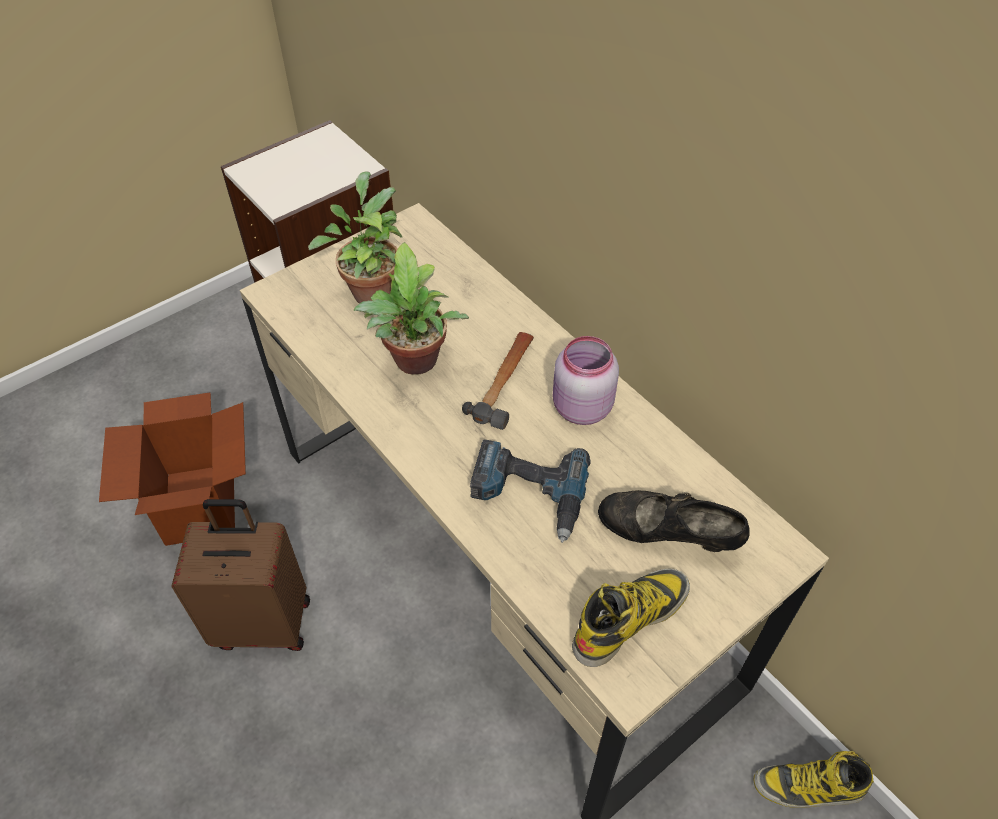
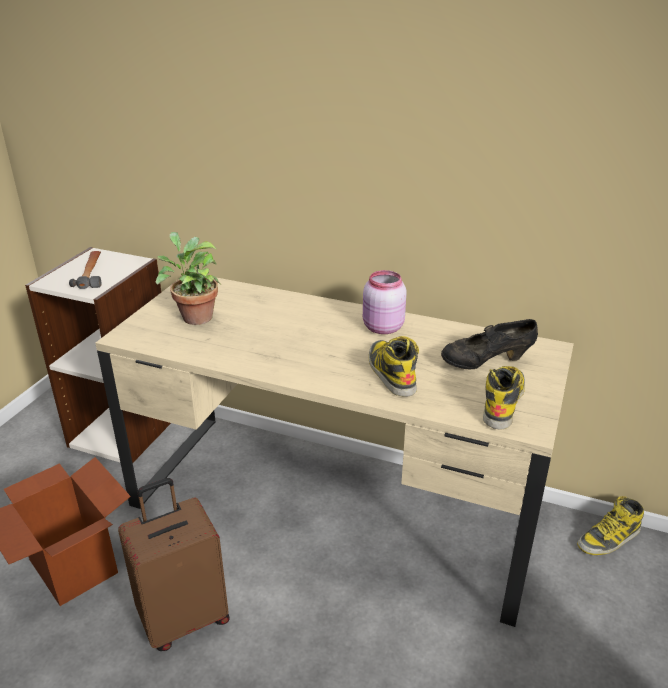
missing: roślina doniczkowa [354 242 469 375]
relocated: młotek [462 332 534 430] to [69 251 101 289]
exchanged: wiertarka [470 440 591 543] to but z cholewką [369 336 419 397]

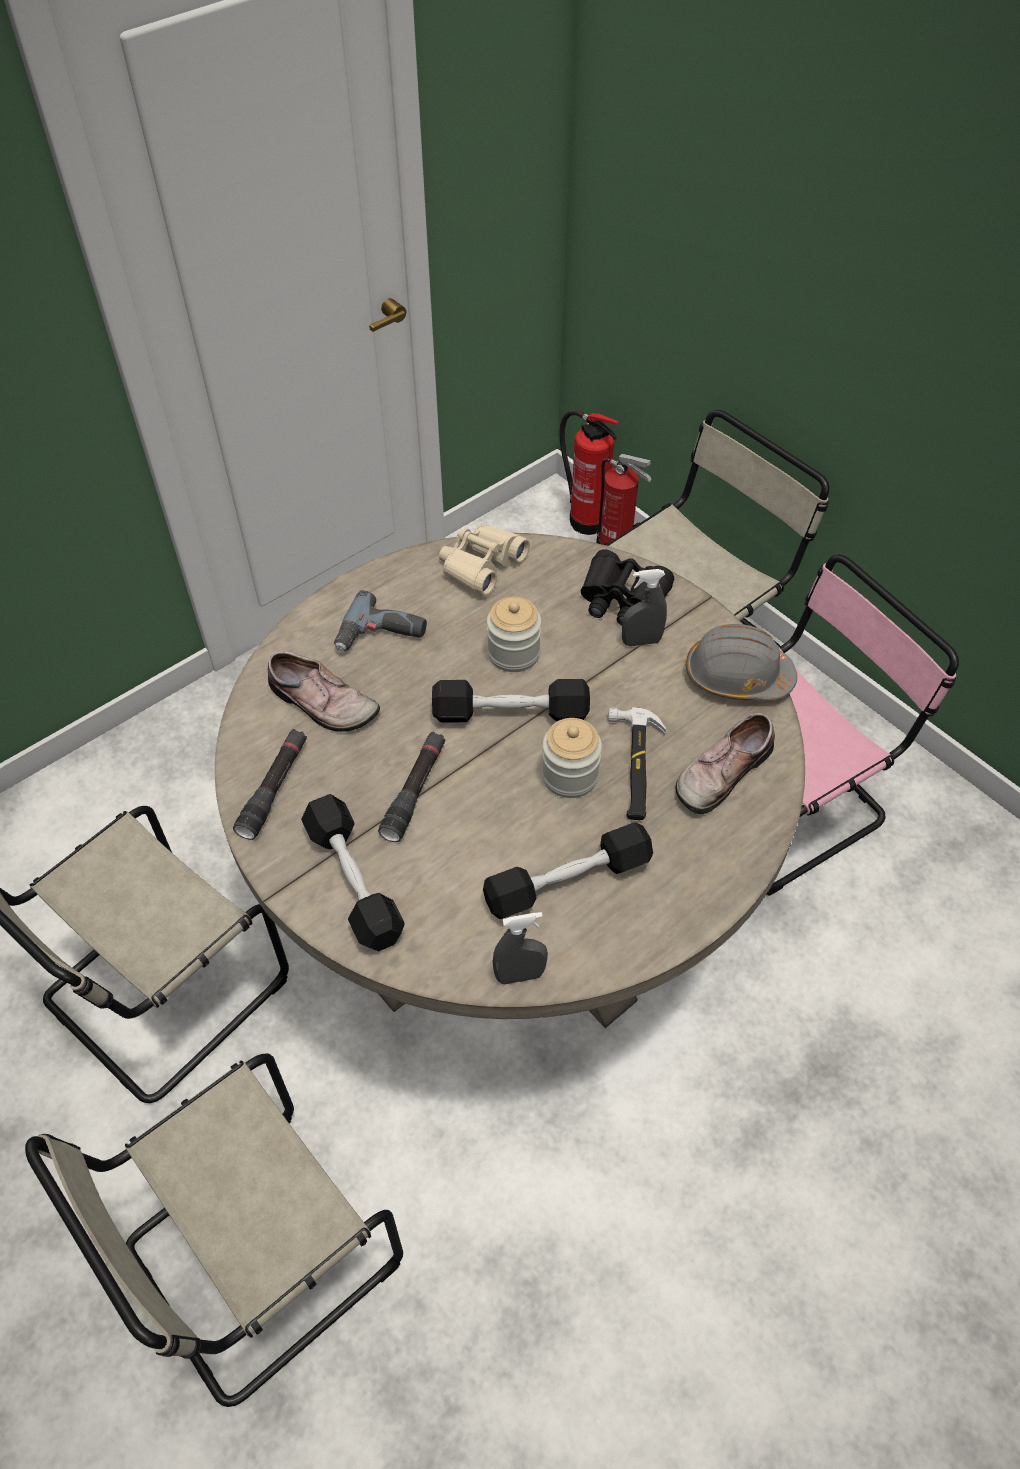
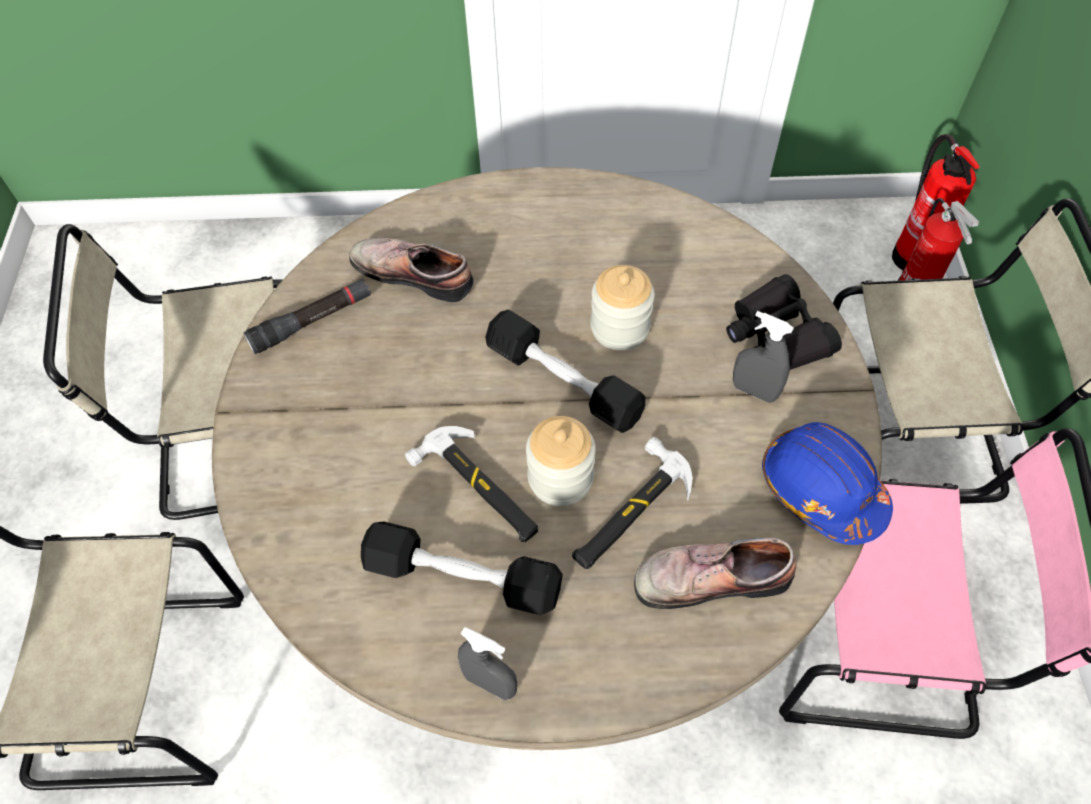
missing: lornetka/beżowy [439 525 530 596]; wiertarka [334 590 427 652]; latarka/czarny [378 732 445 842]; hantel/czarny [301 794 405 951]
appeared: młotek [405 426 538 542]
relocated: spryskiwacz/szary [493 912 548 984] to [458 627 517 700]
colour: kask/szary [686 624 797 700] to kask/niebieski [762 422 893 545]
spun: but [268 651 380 732] = [350 238 473 302] 135 degrees clockwise

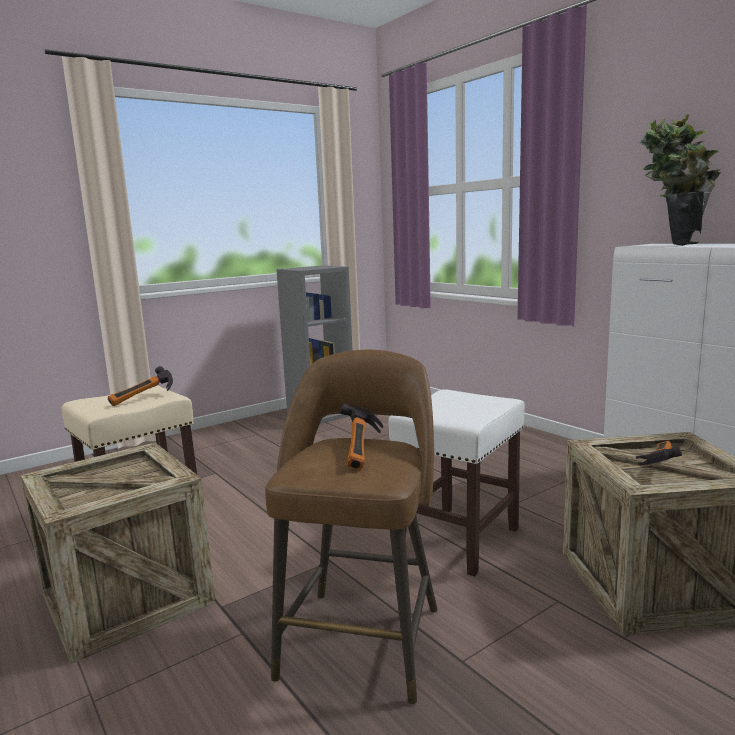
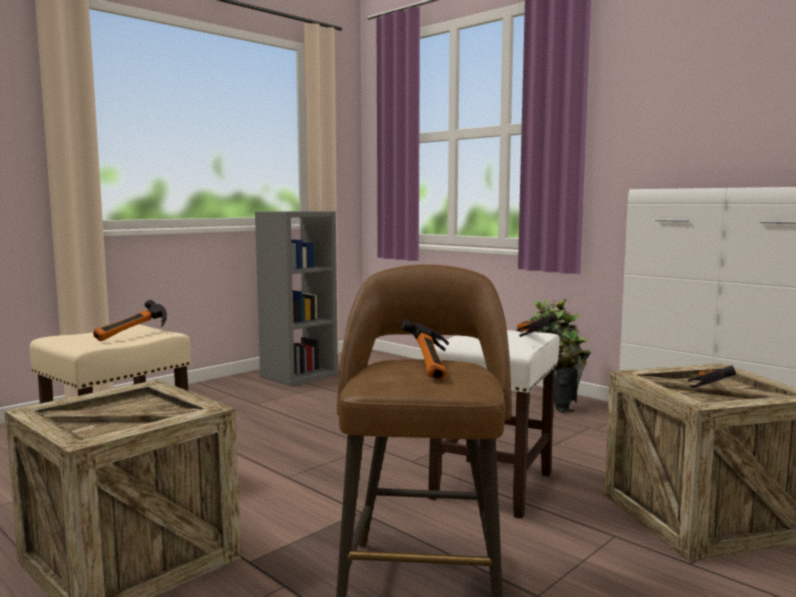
appeared: młotek [516 312 558 337]
relocated: roślina doniczkowa [639 114 721 246] to [528 299 591 413]

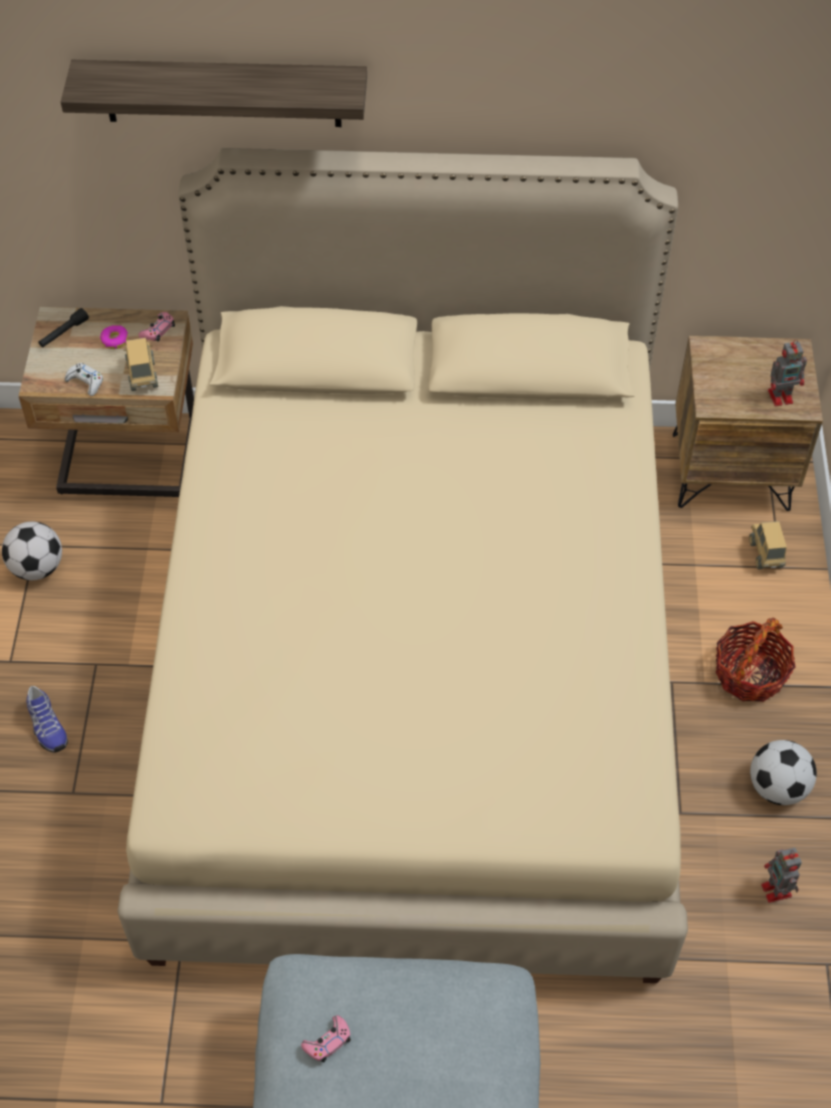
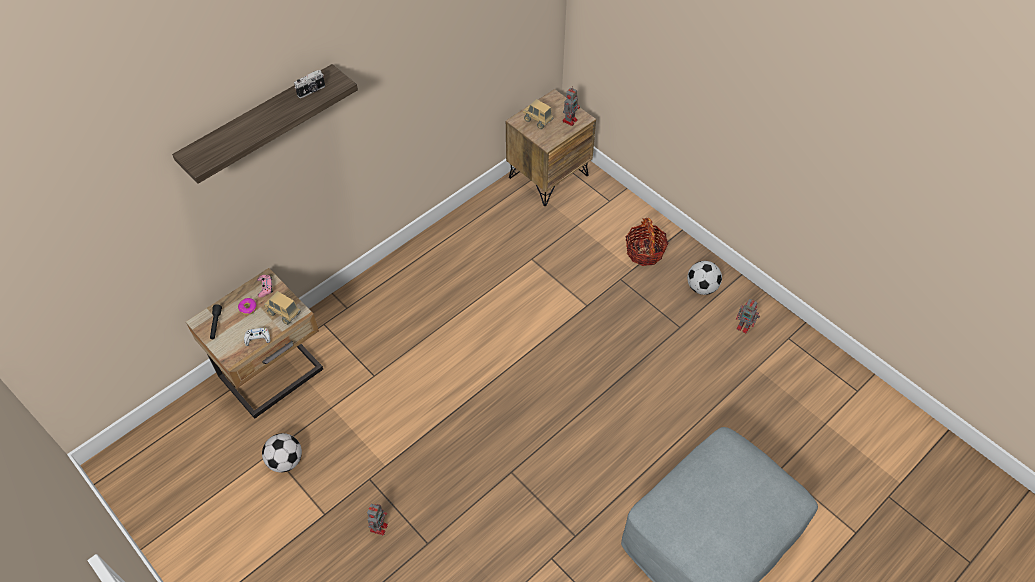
missing: łóżko/beżowy [117 148 688 983]; pad do gier/różowy [301 1015 351 1063]
appeared: aparat fotograficzny [294 70 325 98]
relocated: ciężarówka zabawkowa [749 521 787 569] to [523 99 553 129]
exchanged: but [26 686 68 753] to robot zabawkowy [367 504 388 536]

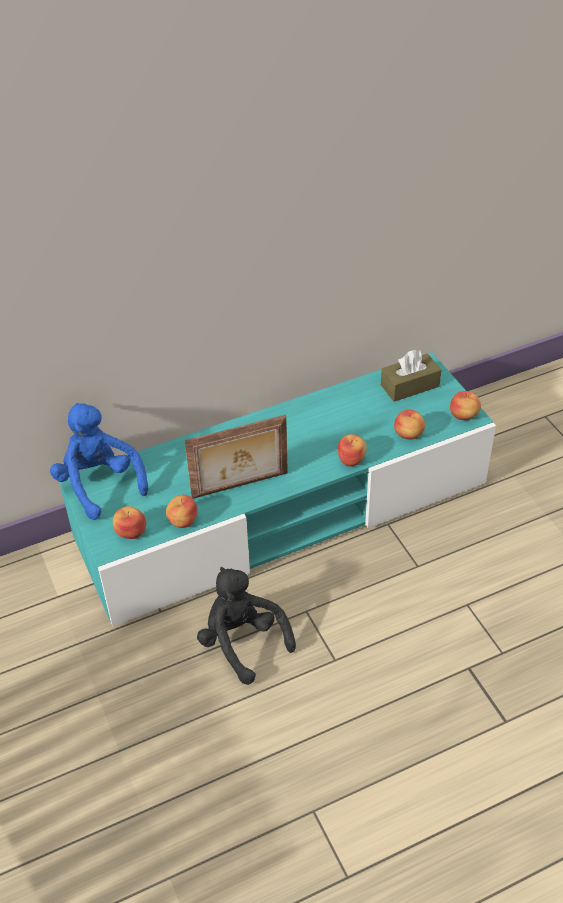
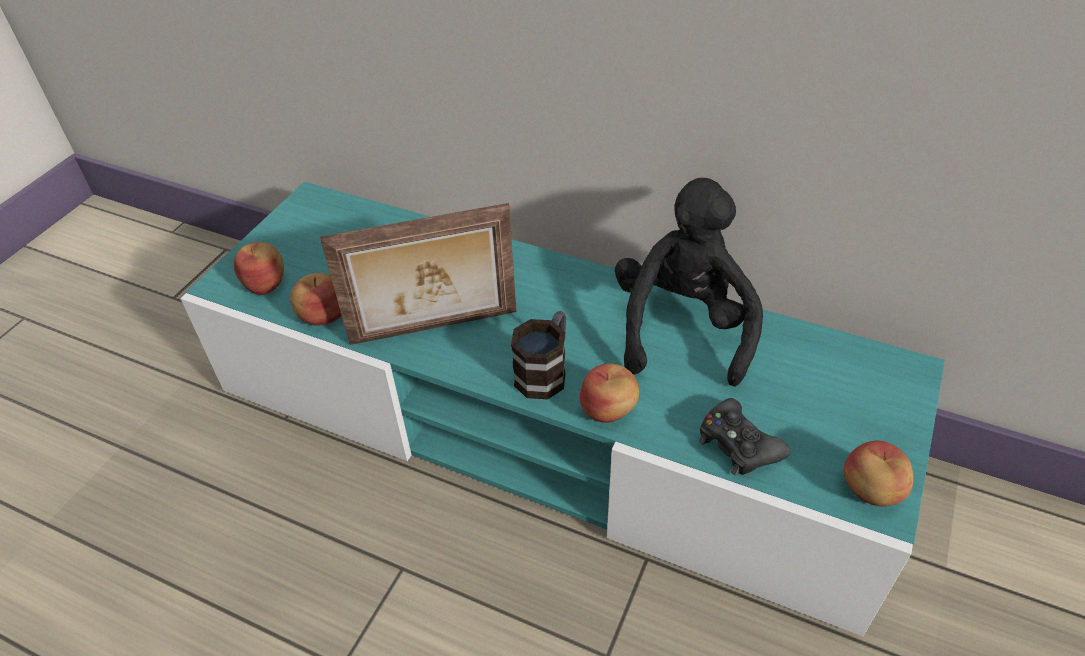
missing: pudełko chusteczek/brązowy [381 350 441 402]; pluszak/niebieski [50 403 148 520]
appeared: kubek [511 311 566 399]
relocated: pluszak/czarny [197 567 296 685] to [615 178 763 387]
exchanged: jabłko [394 410 425 439] to pad do gier/czarny [699 398 791 476]
spun: ramka na zdjęcie [185 415 288 499] = [320 203 517 345] 45 degrees counterclockwise

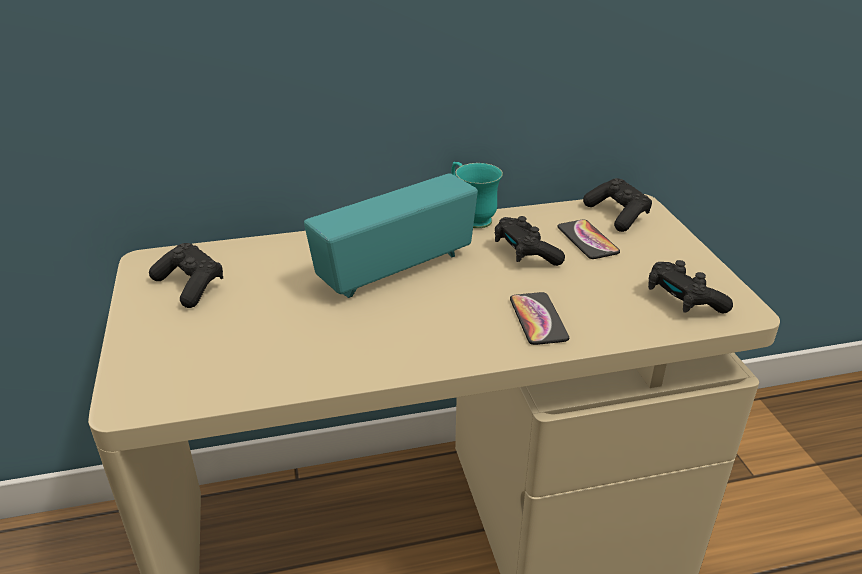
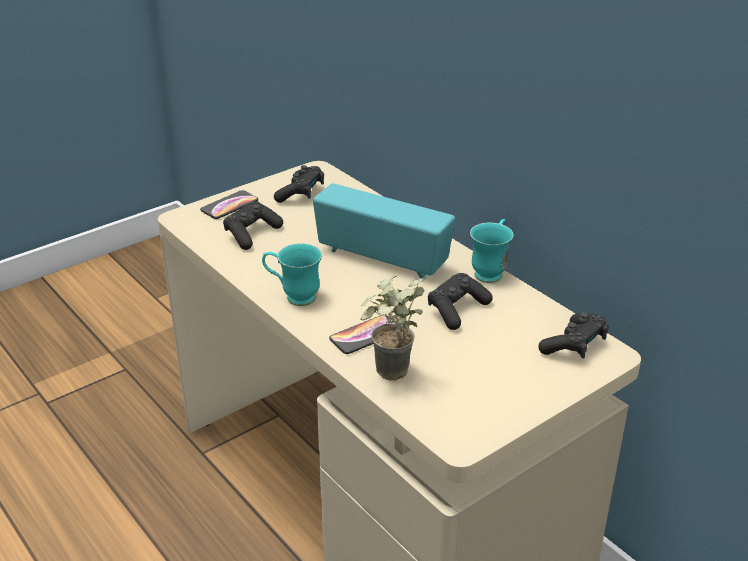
appeared: kubek/turkusowy [262 243 322 306]; roślina doniczkowa [360 276 429 381]
relocated: telefon [557 219 620 259] to [200 190 258 219]; pad do gier/czarny [648 260 733 313] to [223 202 283 250]

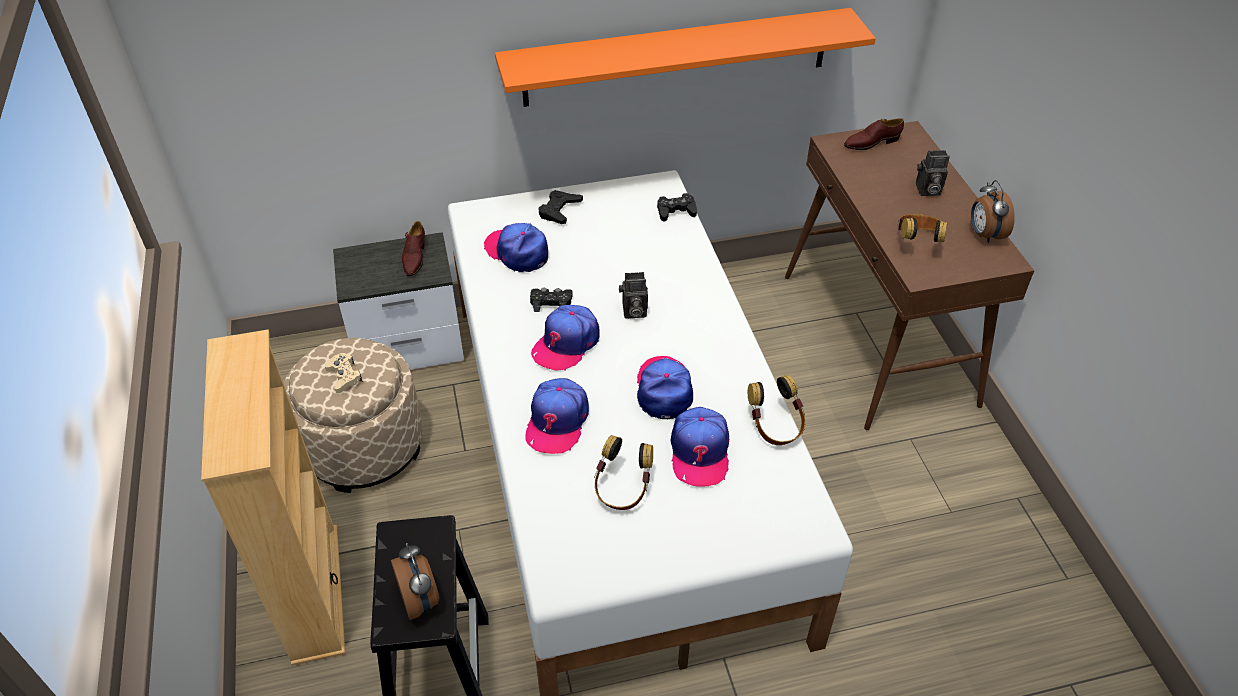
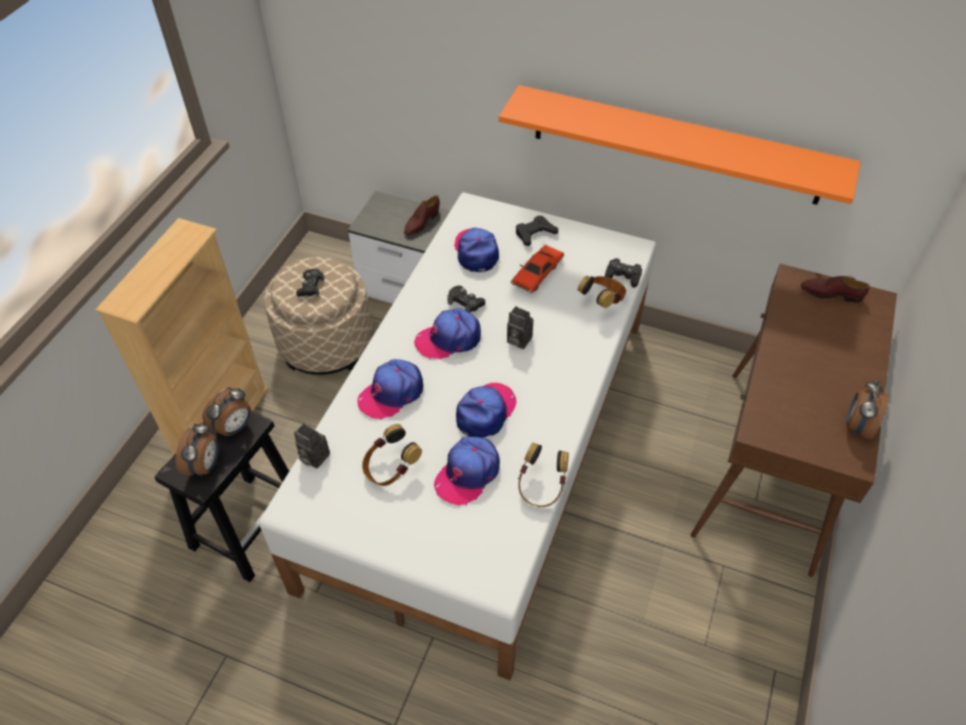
appeared: samochodzik/czerwony [511 245 564 293]; budzik [202 388 251 436]
relocated: aparat fotograficzny [916 150 950 196] to [294 424 330 469]; słuchawki [898 214 947 242] to [578 276 626 308]
colour: pad do gier/beżowy [325 353 363 393] to pad do gier/czarny [296 269 324 297]

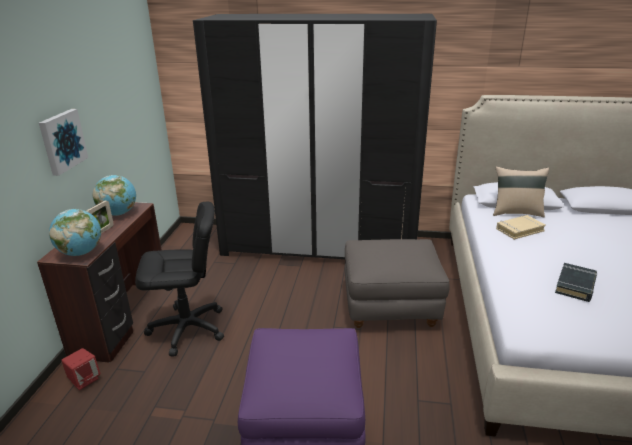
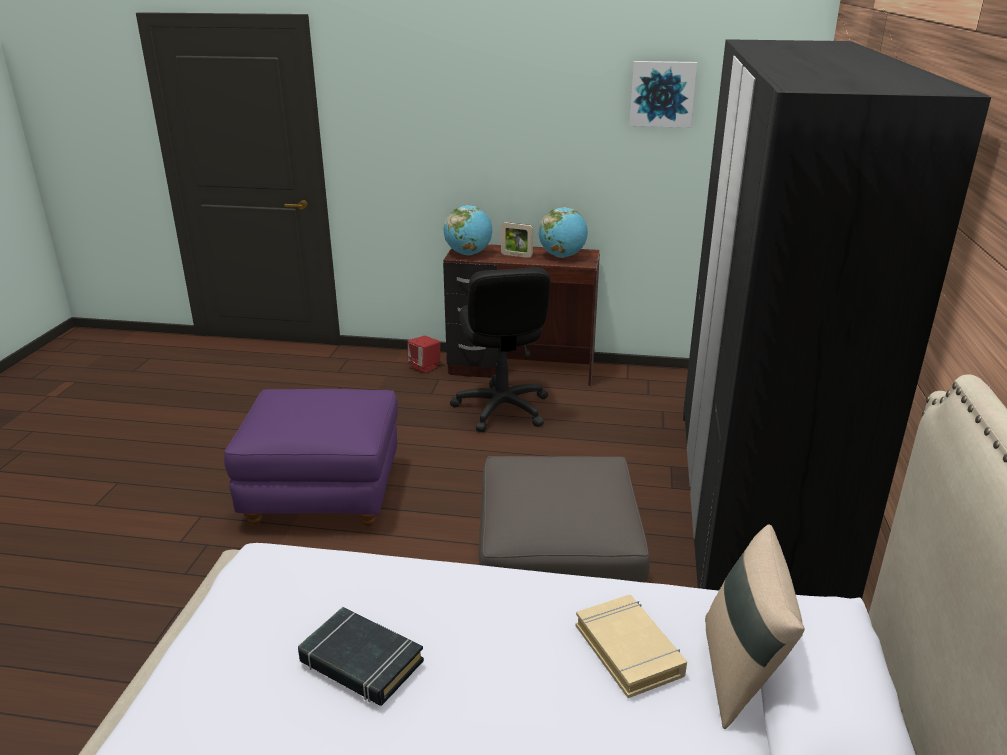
relocated: obraz [39 109 88 176] to [629 61 697 128]

